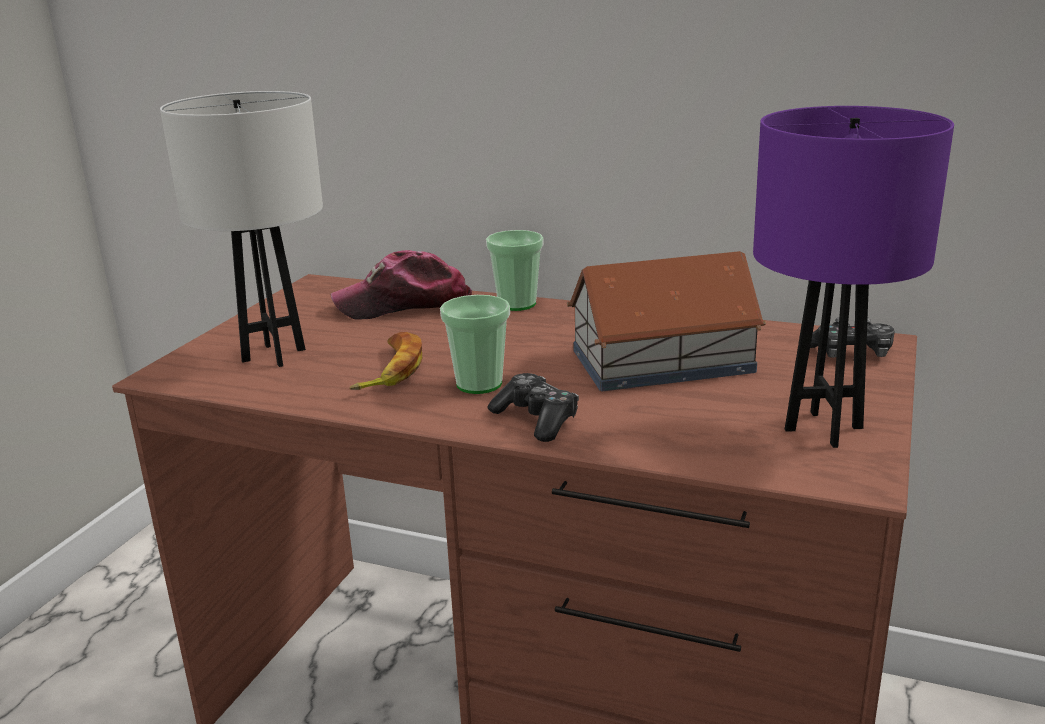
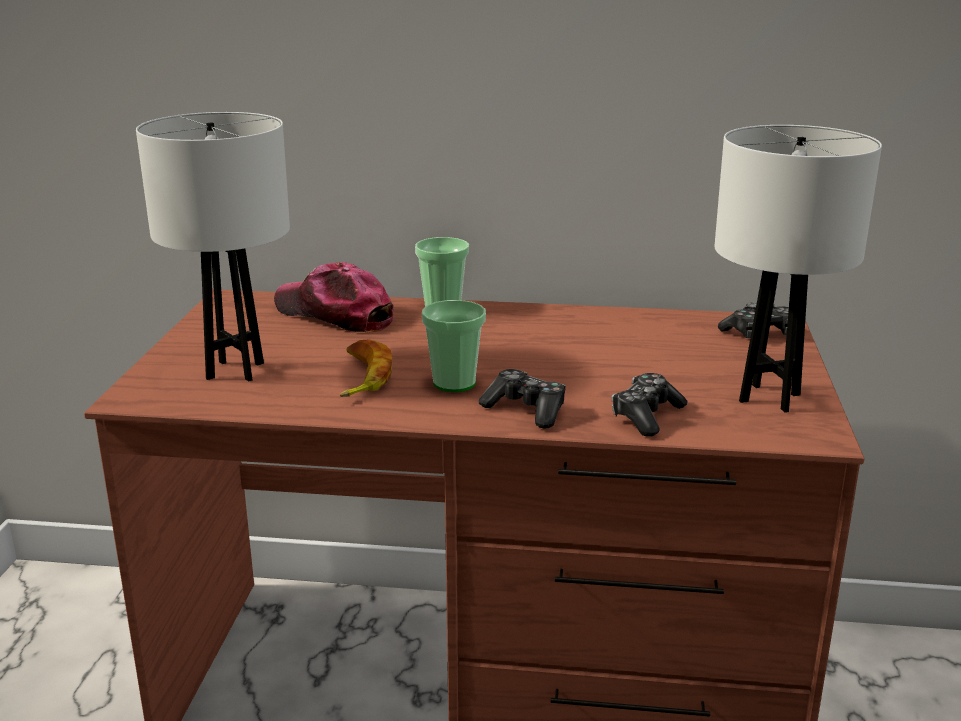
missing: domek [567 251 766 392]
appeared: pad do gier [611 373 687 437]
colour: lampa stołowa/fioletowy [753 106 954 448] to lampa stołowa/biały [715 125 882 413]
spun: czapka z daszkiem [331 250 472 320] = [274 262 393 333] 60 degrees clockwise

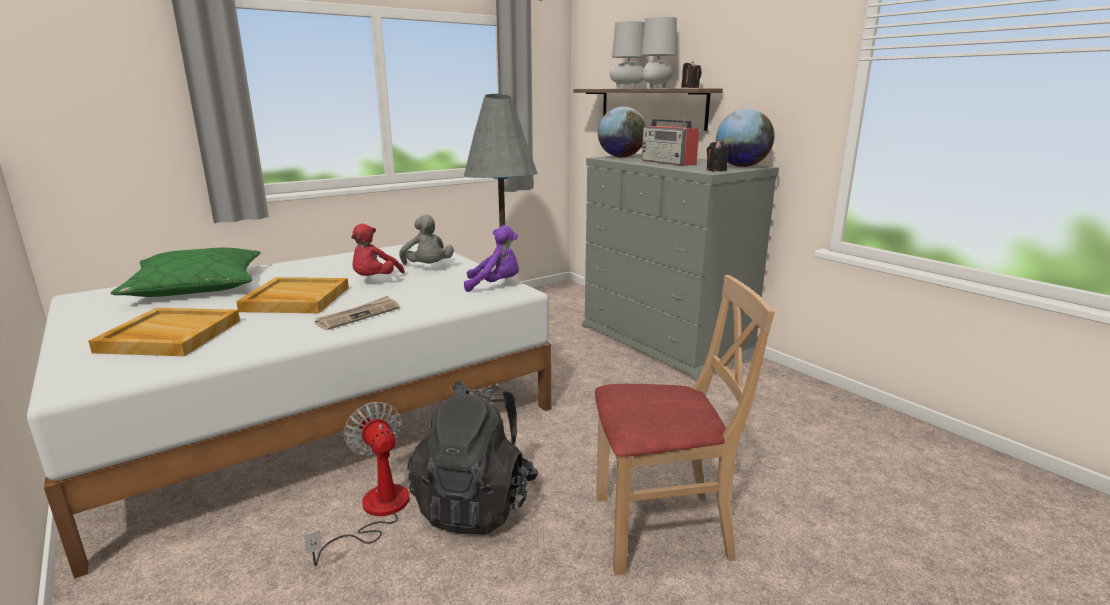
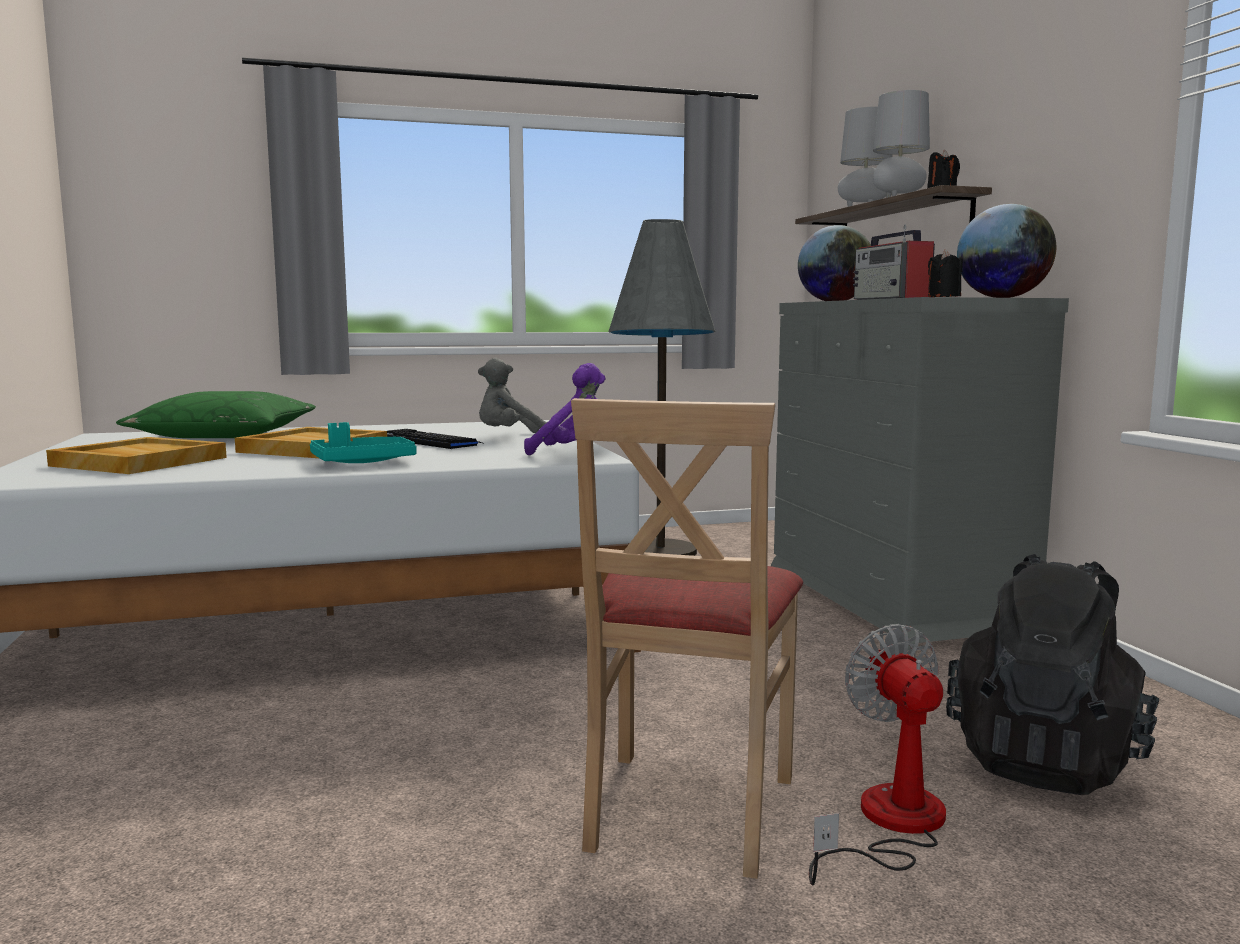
relocated: plecak/czarny [407 381 538 534] to [946 554 1159 795]; wentylator [304 402 409 566] to [809 624 946 885]
exchanged: pluszak/czerwony [351 224 405 276] to klawiatura [387 429 482 449]; gazeta [315 296 400 330] to taca/turkusowy [310 422 416 463]
spun: pluszak/szary [399 215 454 265] = [478 358 547 433] 75 degrees clockwise; krzesło/beżowy [595 275 775 575] = [571 398 803 879] 90 degrees clockwise

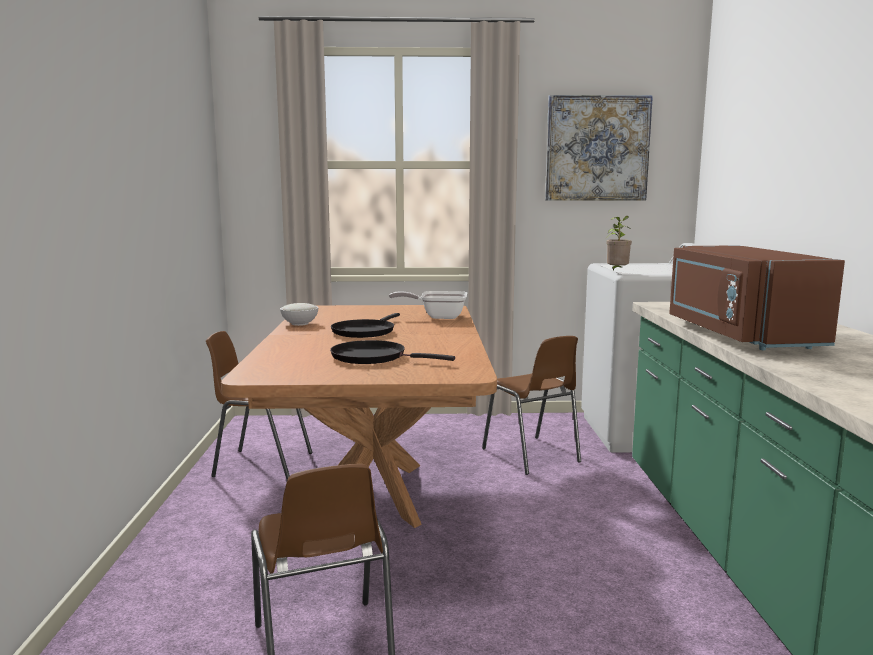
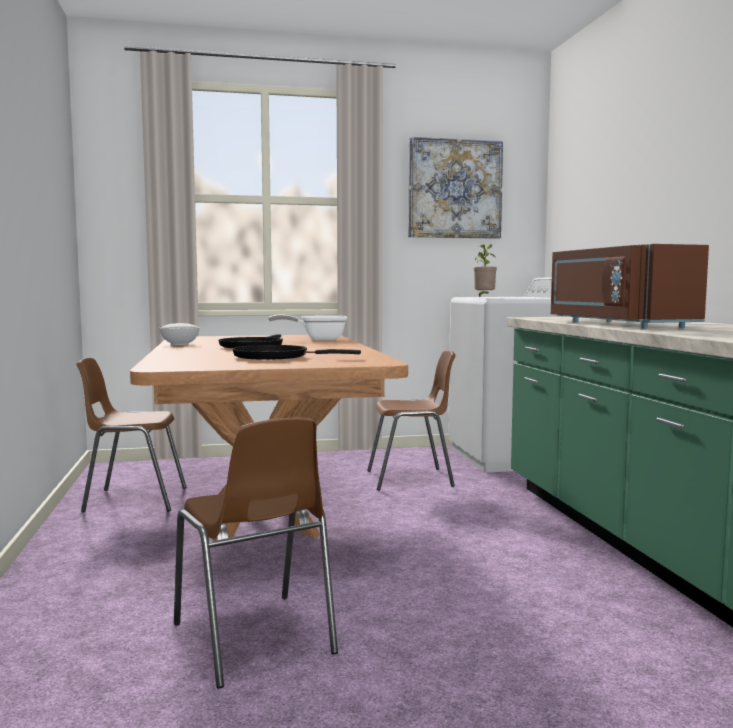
spun: krzesło/brązowy [482 336 581 475] = [367 350 456 491] 60 degrees counterclockwise

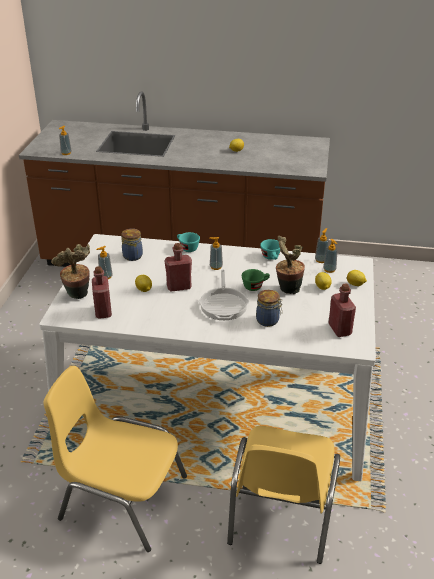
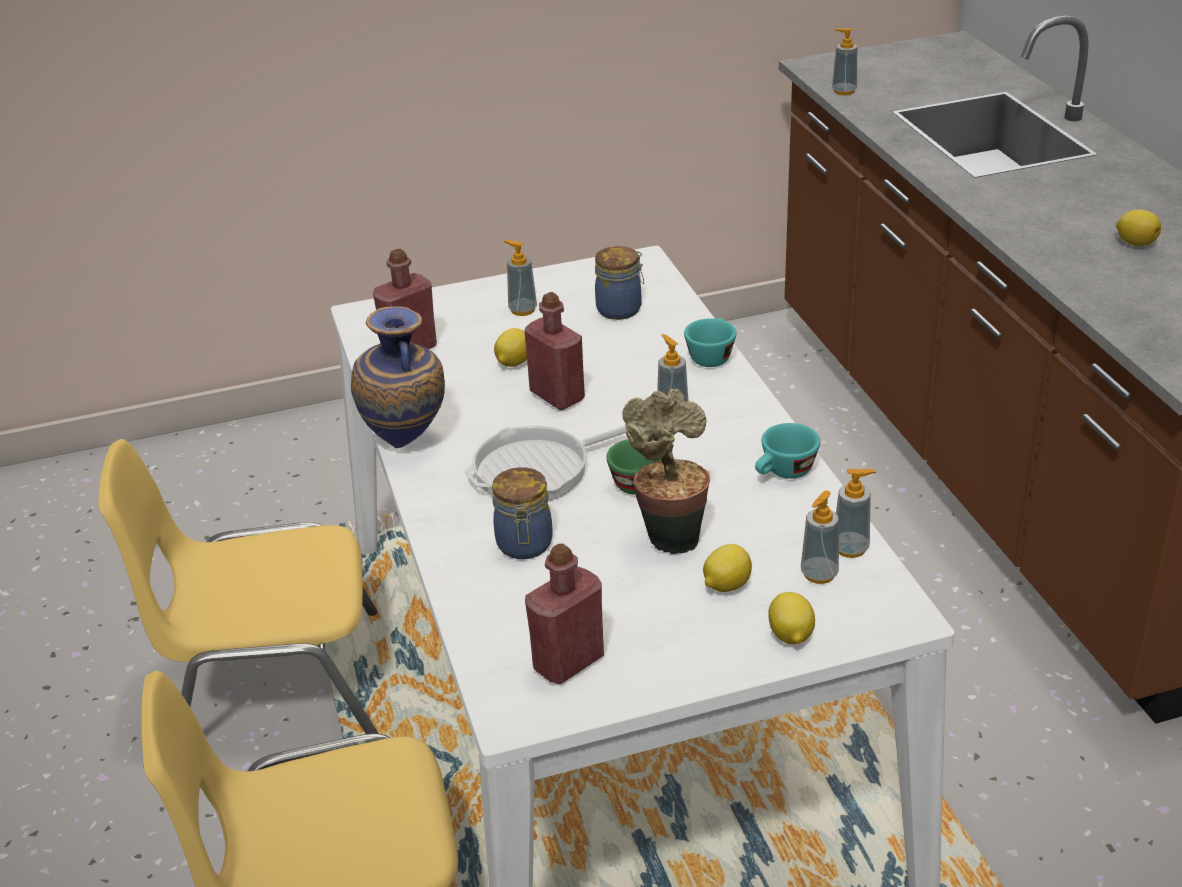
missing: roślina doniczkowa [51 244 90 299]
appeared: wazon [351 306 445 448]
spun: krzesło/żółty [43 366 187 552] = [98 439 379 734] 90 degrees counterclockwise

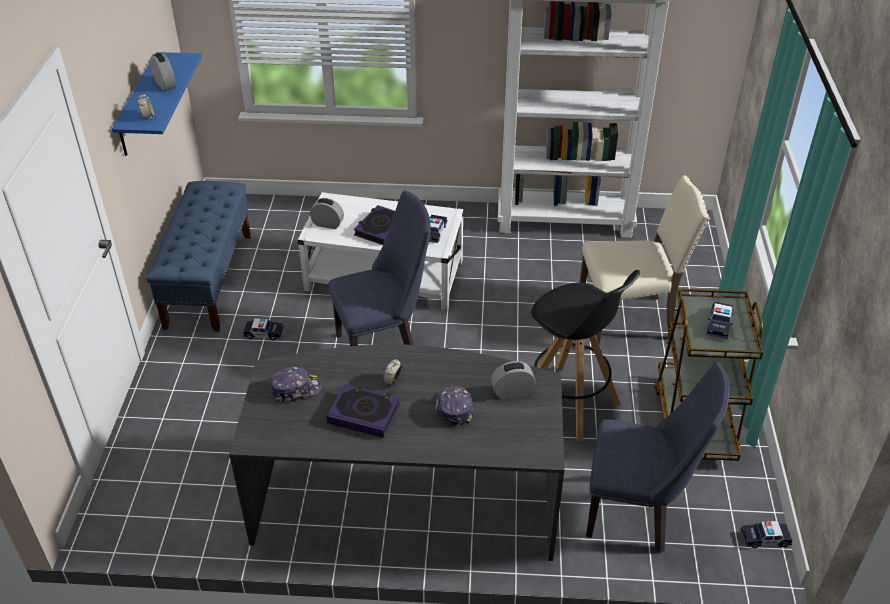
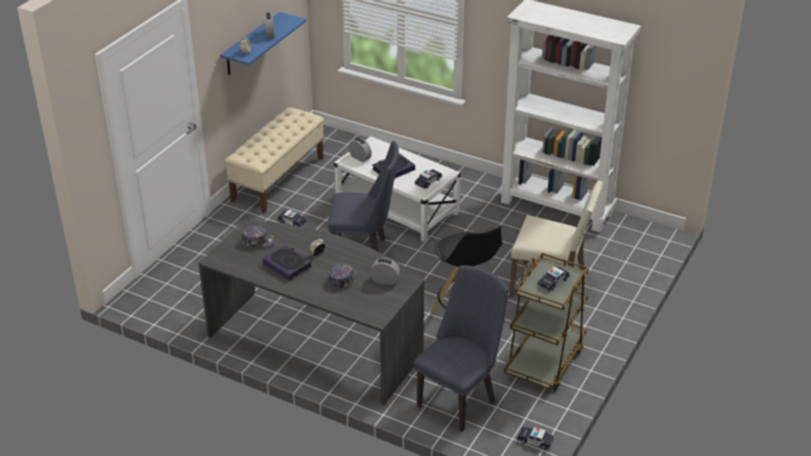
colour: ławka/niebieski [146 181 251 332] to ławka/beżowy [224 108 324 213]
spun: krzesło/niebieski [586 362 730 554] = [414 265 509 432] 90 degrees counterclockwise

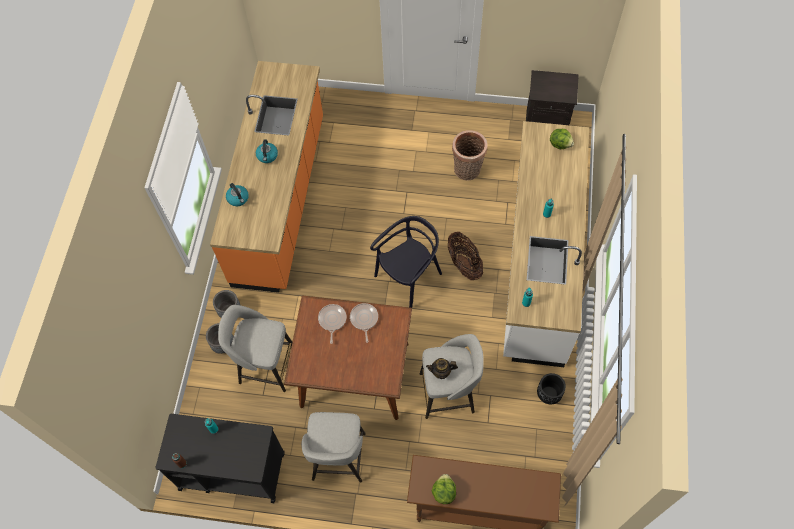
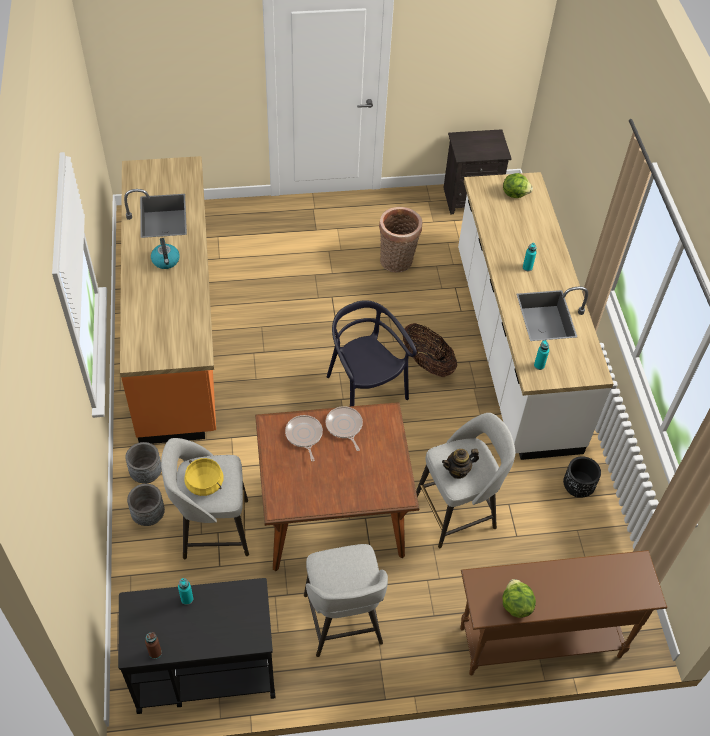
missing: czajnik [226 183 249 206]
appeared: garnek/żółty [184 458 224 496]
spun: krzesło/czarny [370 216 442 308] = [327 300 417 406] 60 degrees counterclockwise

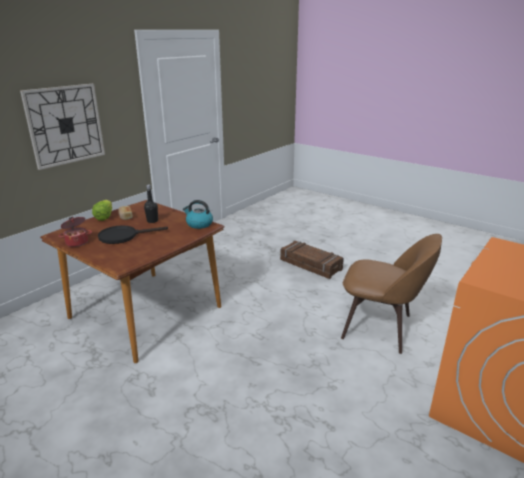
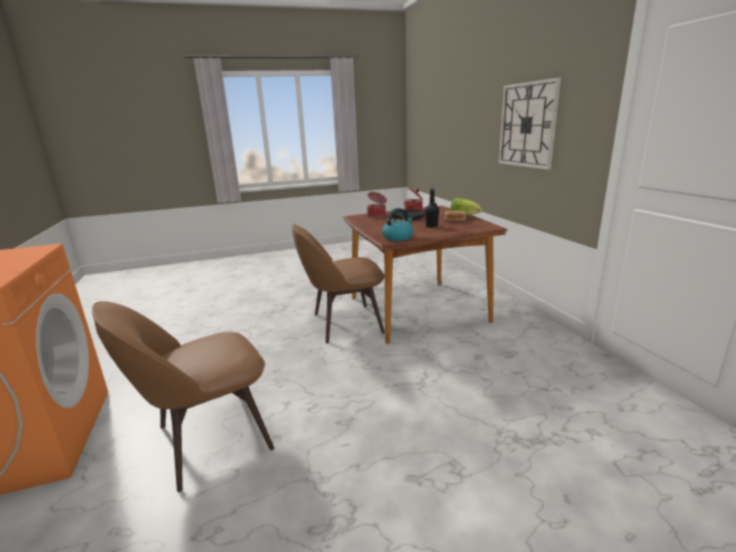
missing: skrzynka [280 241 344 279]
appeared: garnek [367 192 387 218]; krzesło/brązowy [292 224 385 344]

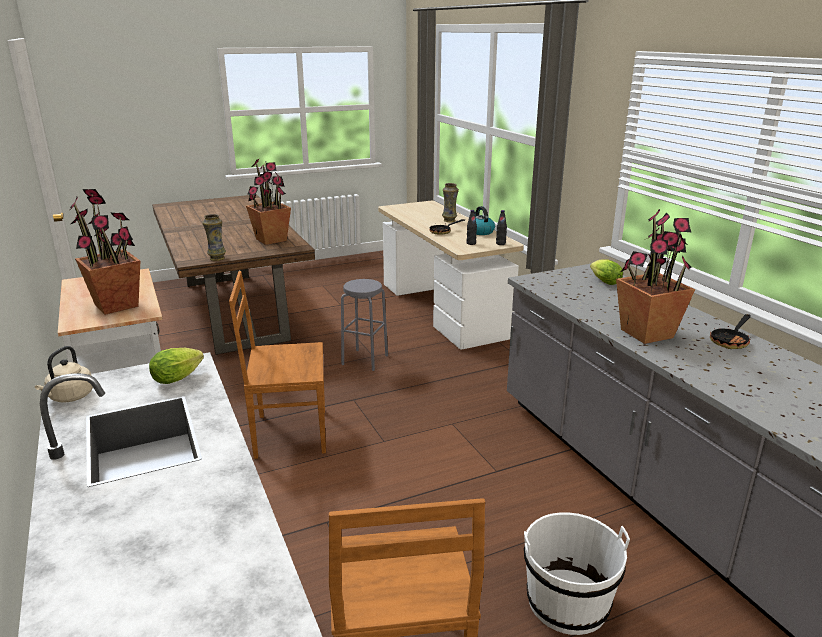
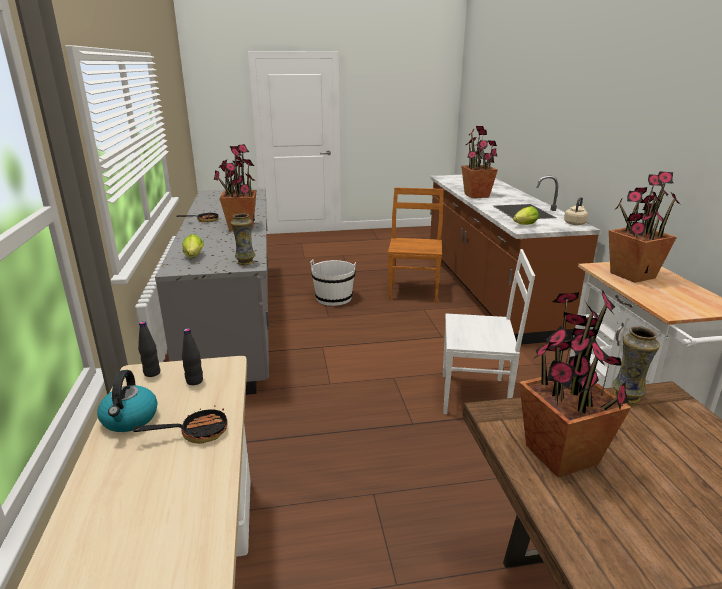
missing: stołek/szary [341 279 388 371]
appeared: roślina doniczkowa [461 126 498 198]
relocated: wazon [442 183 459 222] to [230 214 255 265]
colour: krzesło/brązowy [229 271 326 459] to krzesło/biały [443 249 535 414]

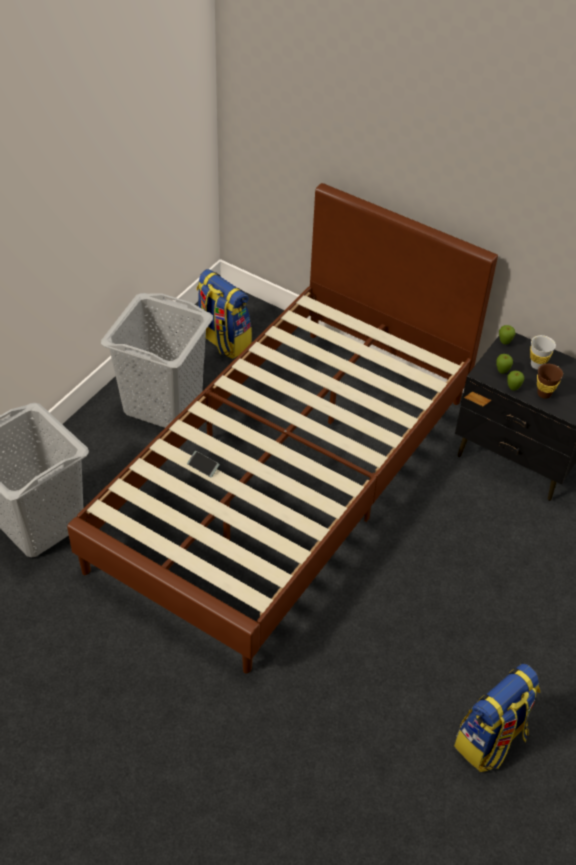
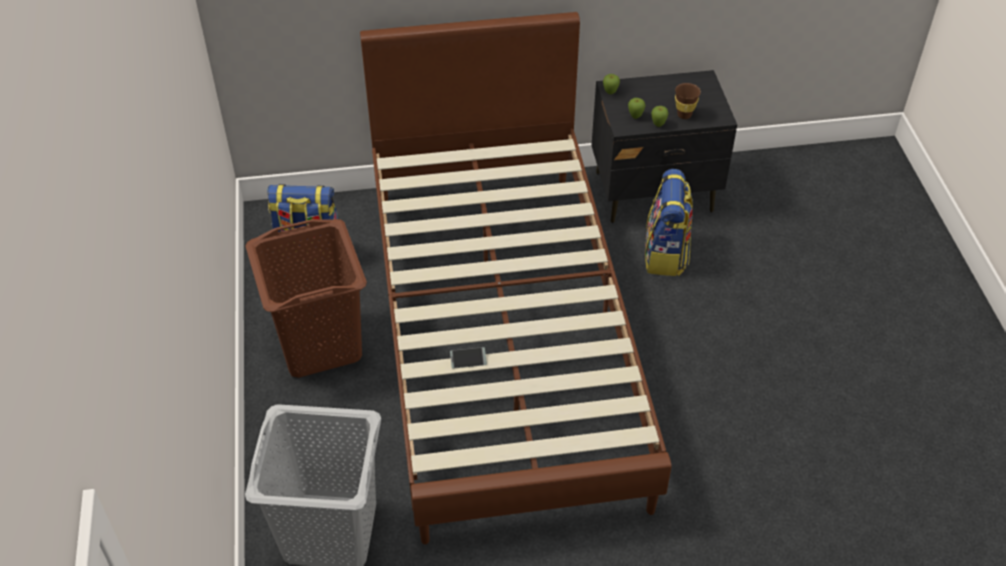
missing: filiżanka/biały [530 335 556 370]
relocated: plecak [454 664 540 772] to [645 169 693 276]
colour: kosz na pranie/szary [101 293 213 428] to kosz na pranie/brązowy [245 219 367 378]

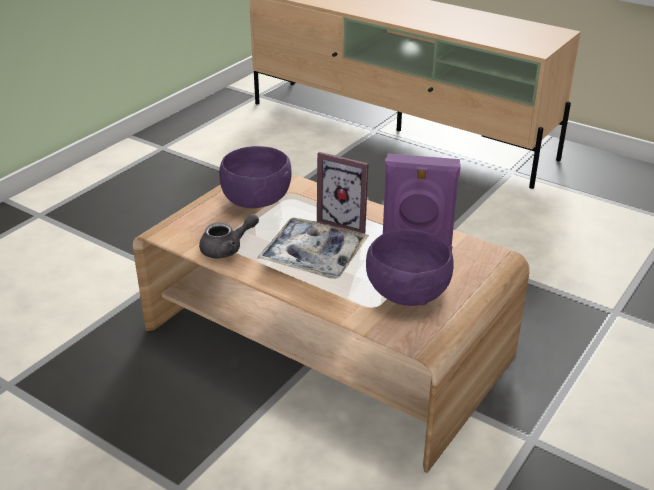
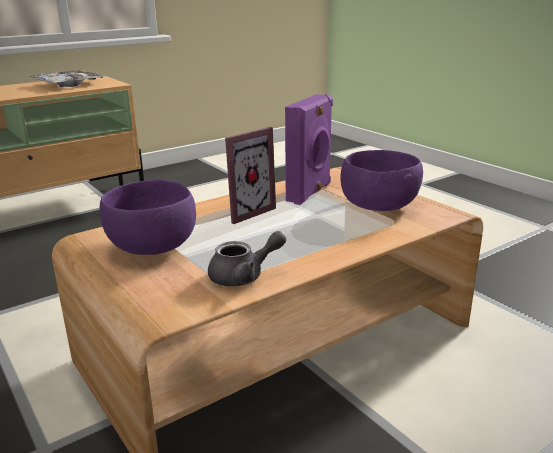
relocated: taca [257 217 369 279] to [29 70 106 87]
spun: imbryk/szary [199 214 259 259] = [208 231 286 286] 75 degrees clockwise

